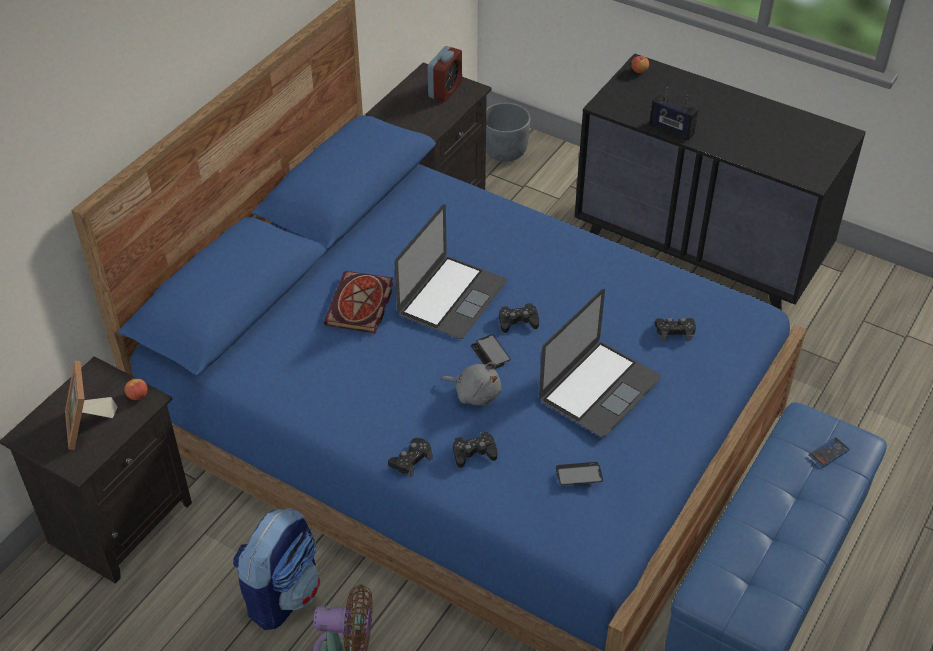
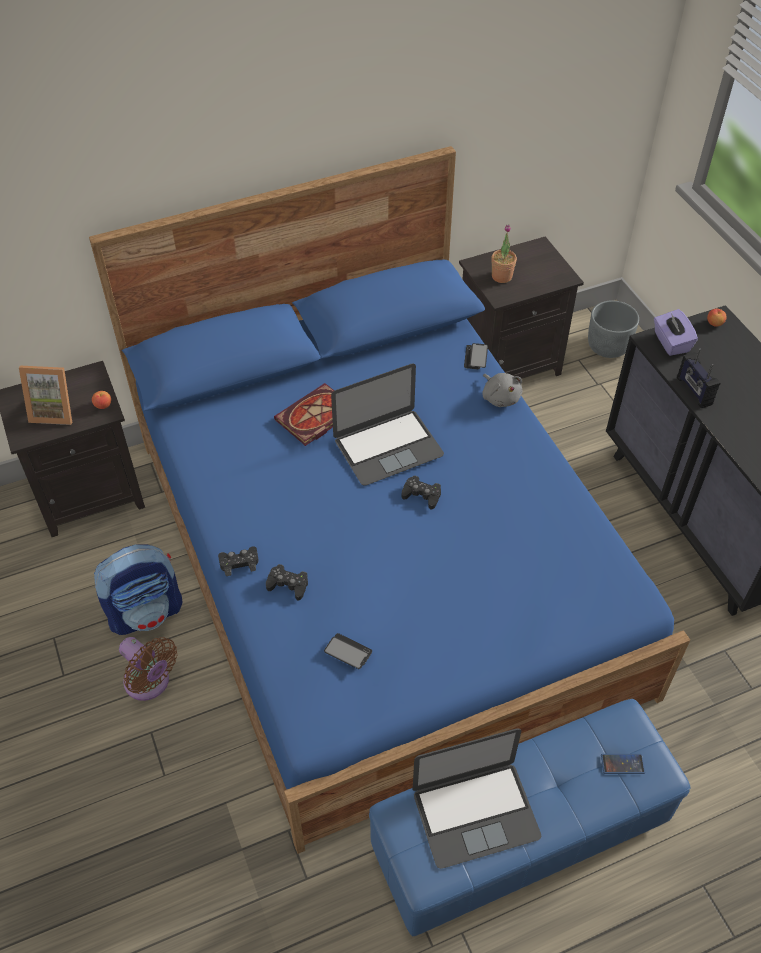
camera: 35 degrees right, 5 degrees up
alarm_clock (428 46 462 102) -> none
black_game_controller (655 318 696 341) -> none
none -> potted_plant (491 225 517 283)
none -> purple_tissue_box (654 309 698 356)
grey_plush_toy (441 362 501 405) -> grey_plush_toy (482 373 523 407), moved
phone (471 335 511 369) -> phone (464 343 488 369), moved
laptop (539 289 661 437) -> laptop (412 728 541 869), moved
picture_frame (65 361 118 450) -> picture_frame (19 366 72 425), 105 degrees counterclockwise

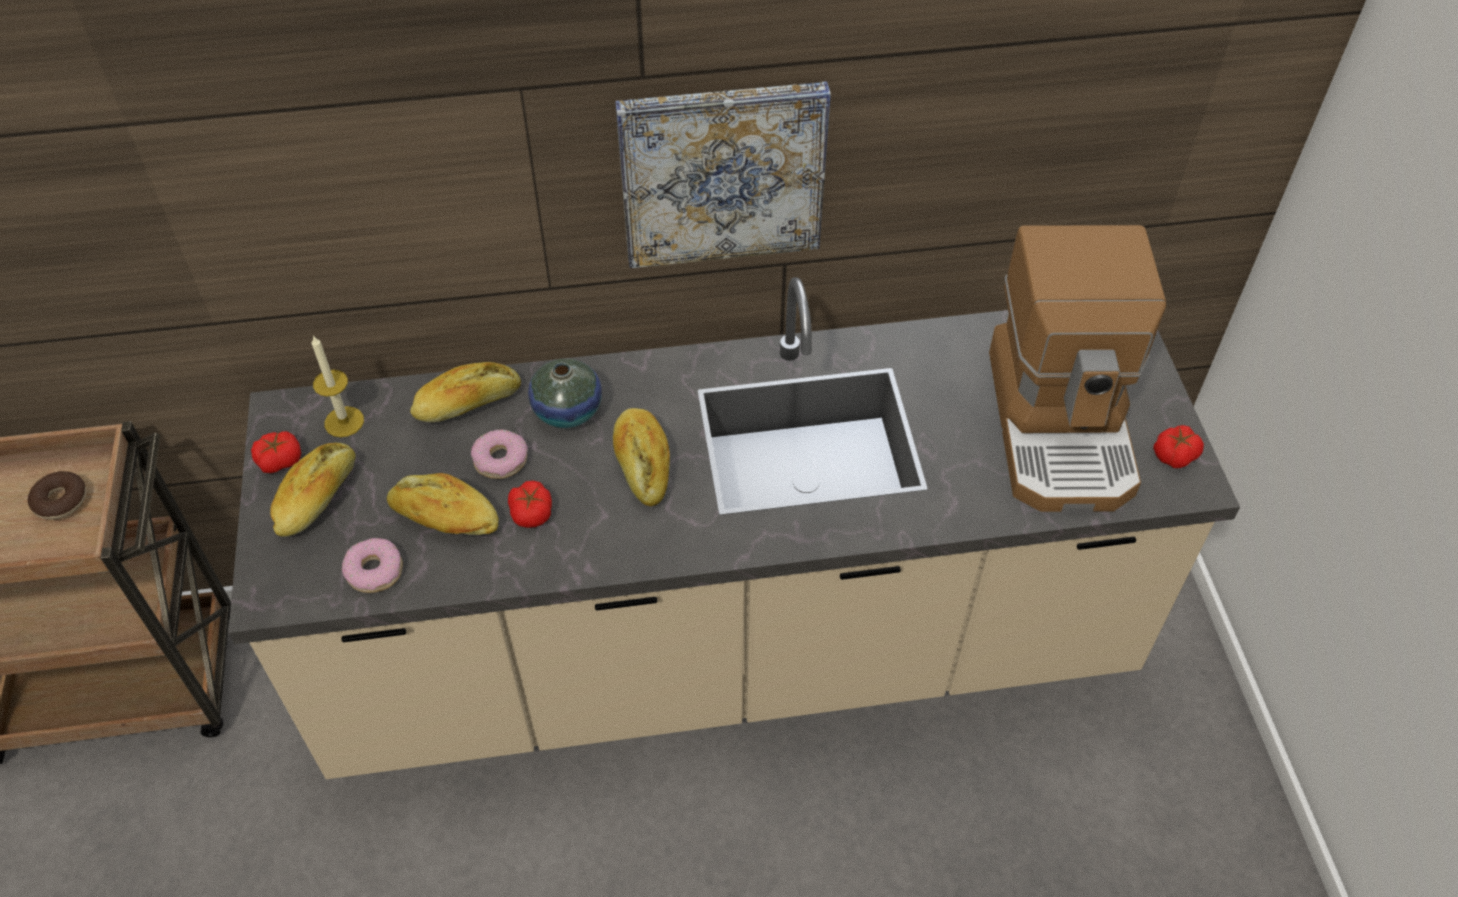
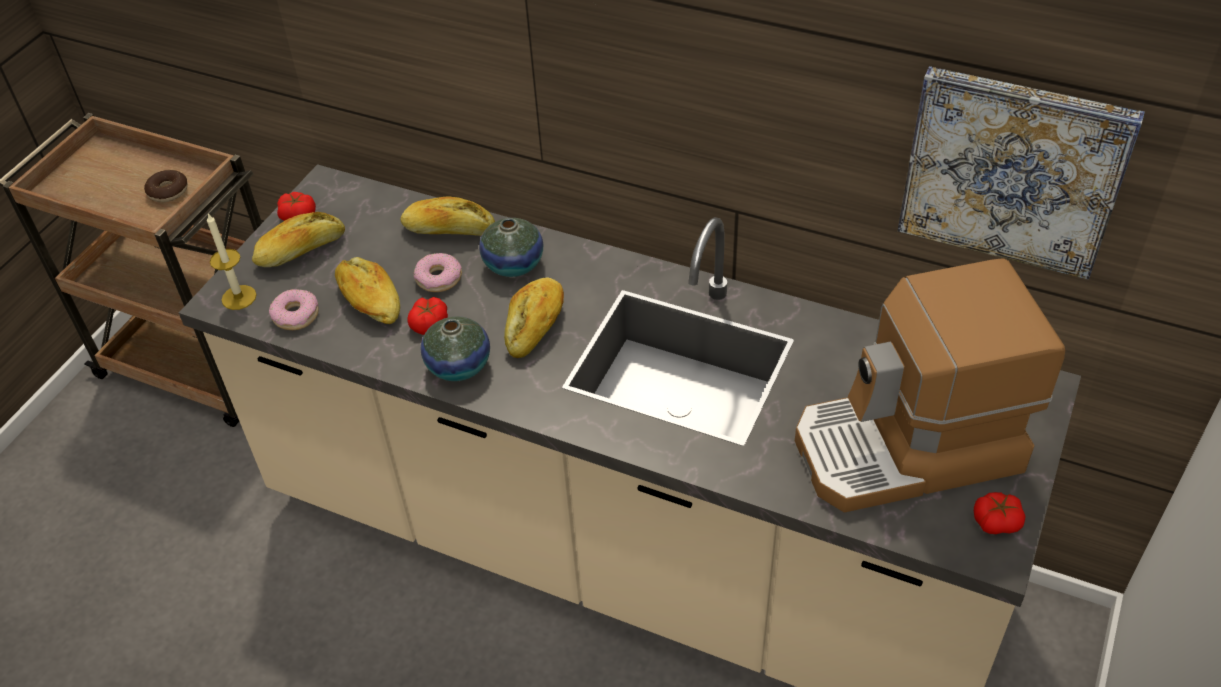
camera: 35 degrees right, 5 degrees down
none -> vase (421 316 490 381)
candle (312 335 364 437) -> candle (207 213 257 310), moved
picture (615 81 831 268) -> picture (898 66 1145 280), moved
coffee_machine (989 225 1166 512) -> coffee_machine (795 258 1065 512), 45 degrees clockwise

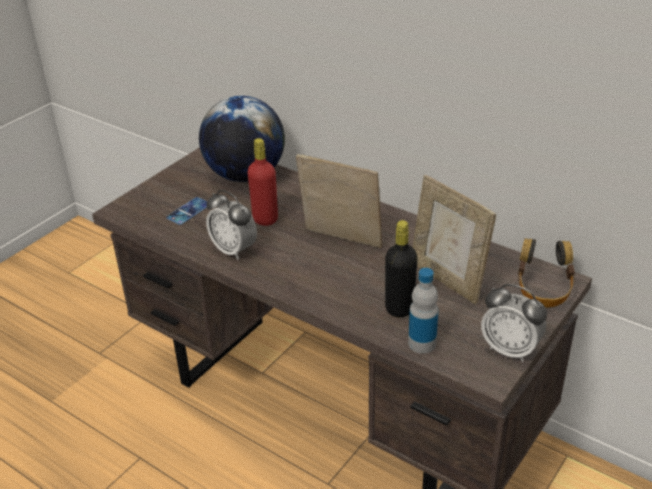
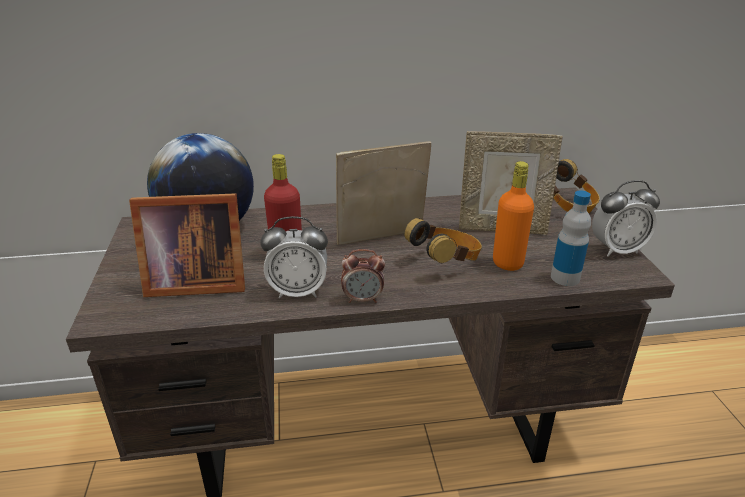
camera: 45 degrees left, 5 degrees down
none -> alarm_clock (341 249 385 303)
none -> headphones (404 218 482 263)
phone (166 197 208 225) -> picture_frame (129 193 245 297)
black_bottle (385 220 417 317) -> orange_bottle (493 161 534 271)

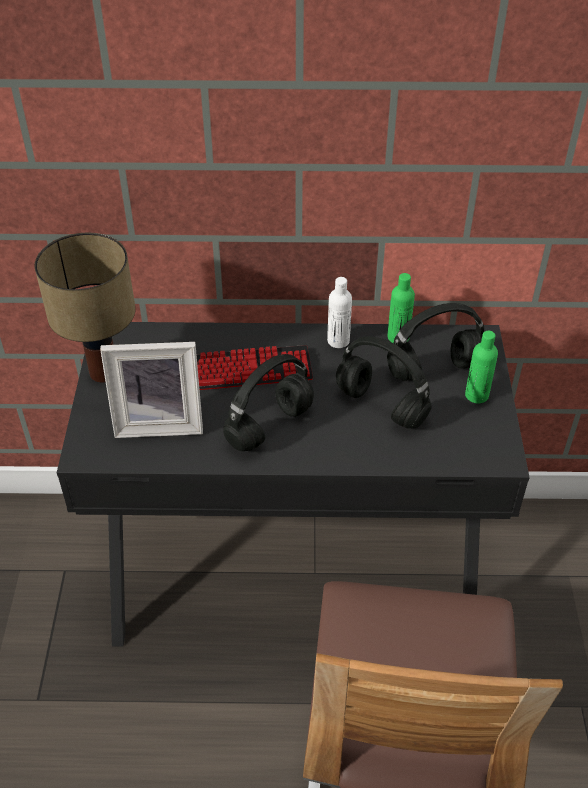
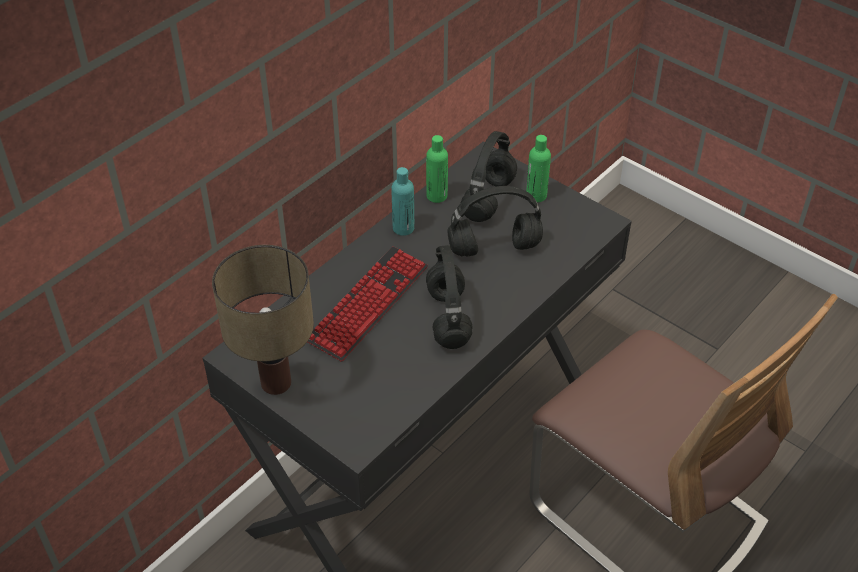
camera: 50 degrees left, 0 degrees up
picture_frame (100 342 203 438) -> none
white_bottle (327 277 352 348) -> turquoise_bottle (392 167 414 236)

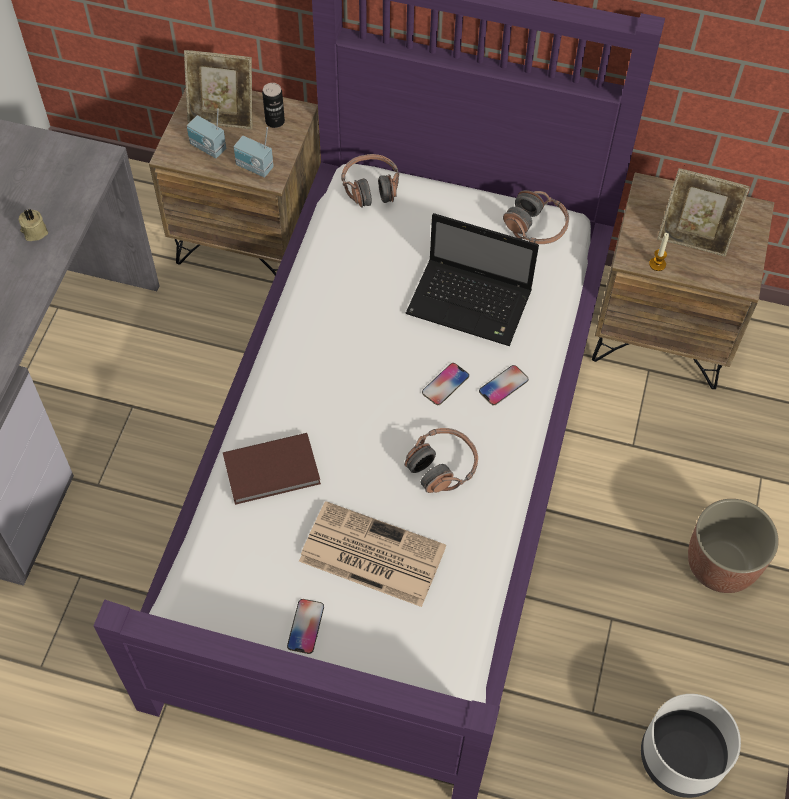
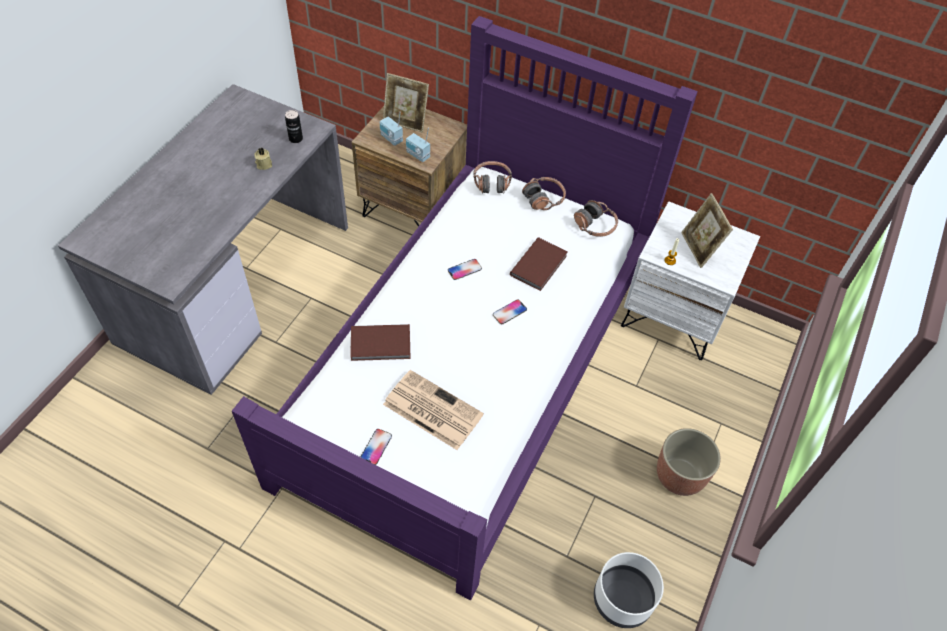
camera: 10 degrees right, 5 degrees down
can (262 83 285 128) -> can (285 110 303 143), moved
headphones (405 428 478 493) -> headphones (522 177 566 210), moved
phone (479 365 529 406) -> phone (448 259 482 280), moved
laptop (405 213 539 346) -> brown_book (510 237 568 291)
brown_nightstand (592 172 774 389) -> white_nightstand (621 202 760 360)
picture_frame (657 168 750 257) -> picture_frame (681 193 733 268), 45 degrees clockwise

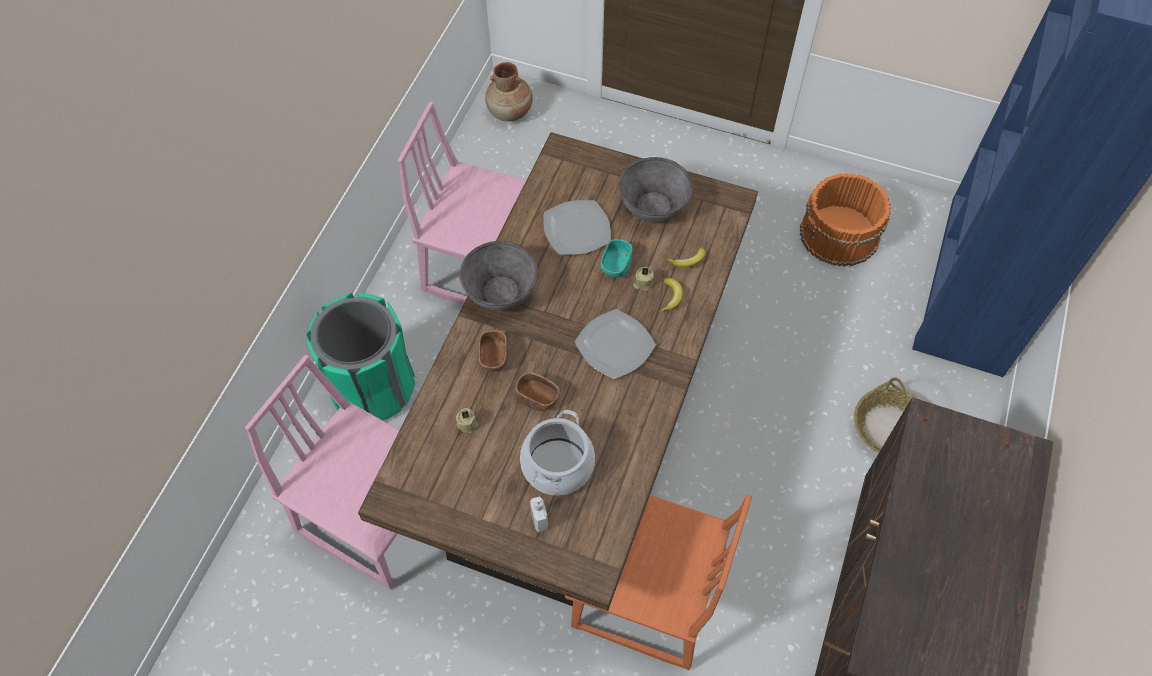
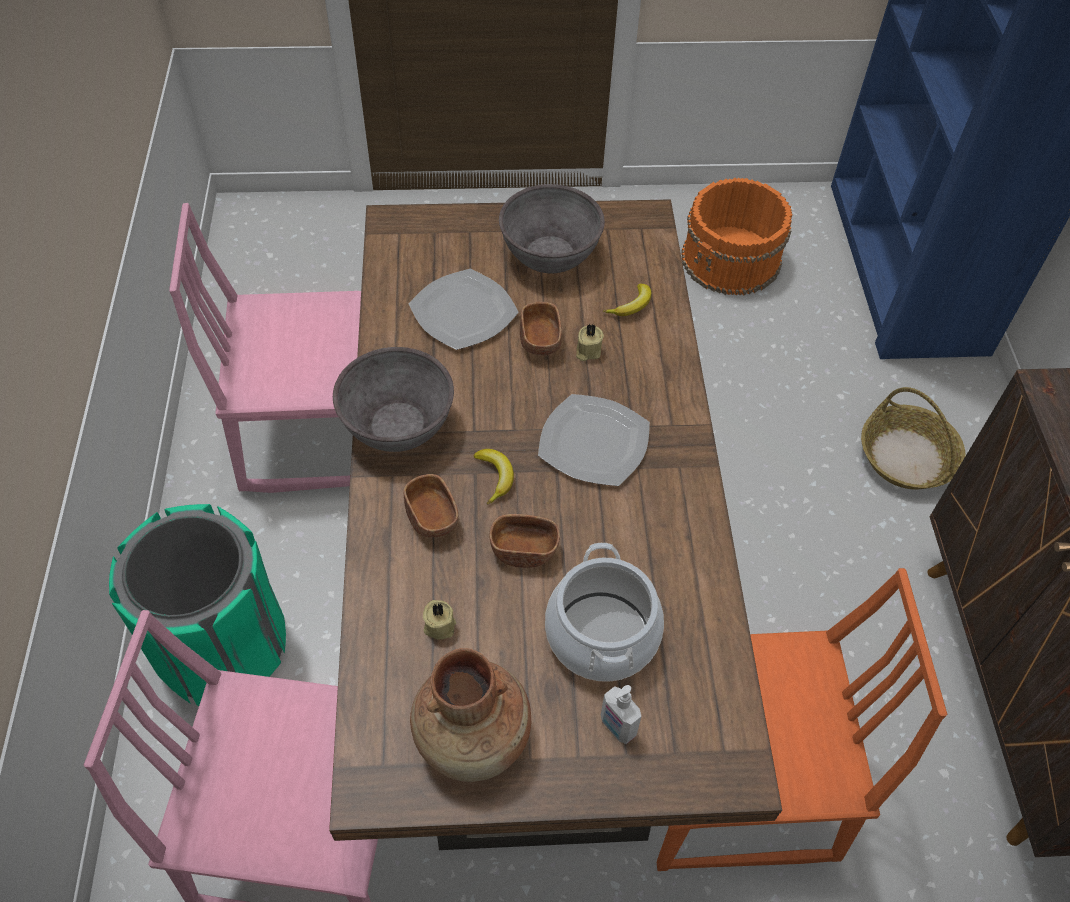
camera: 25 degrees left, 5 degrees down
brown_vase (485 62 533 121) -> brown_vase (410 648 531 782), moved
banana (659 278 683 312) -> banana (474 449 514 504), moved
turquoise_bowl (600 239 633 277) -> brown_bowl (520 302 562 356)

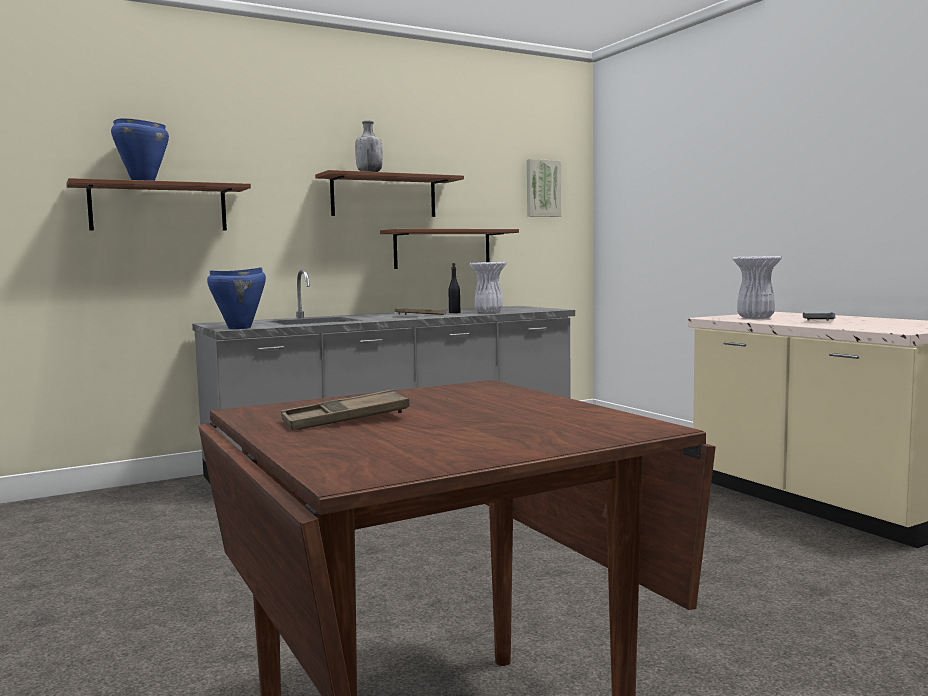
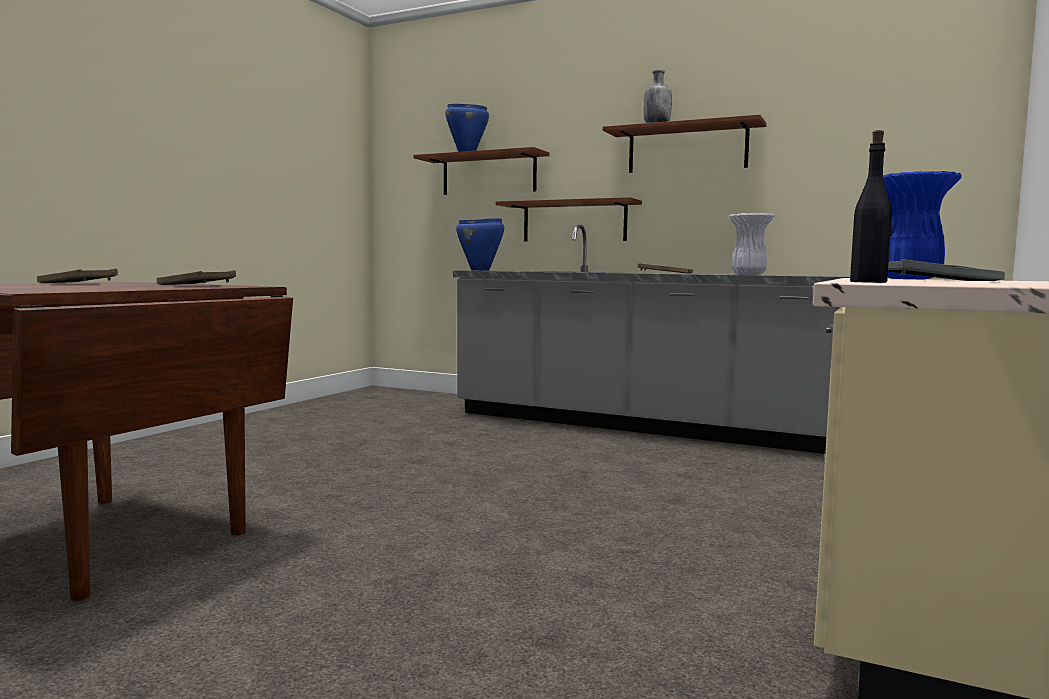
camera: 55 degrees right, 0 degrees up
picture (527 159 561 217) -> none
none -> brown_tray (157 270 236 285)
brown_shelf (380 229 519 269) -> brown_shelf (496 197 642 241), moved
black_bottle (448 263 460 313) -> black_bottle (850 130 892 283), moved
white_vase (732 256 782 319) -> blue_vase (883 171 962 279)

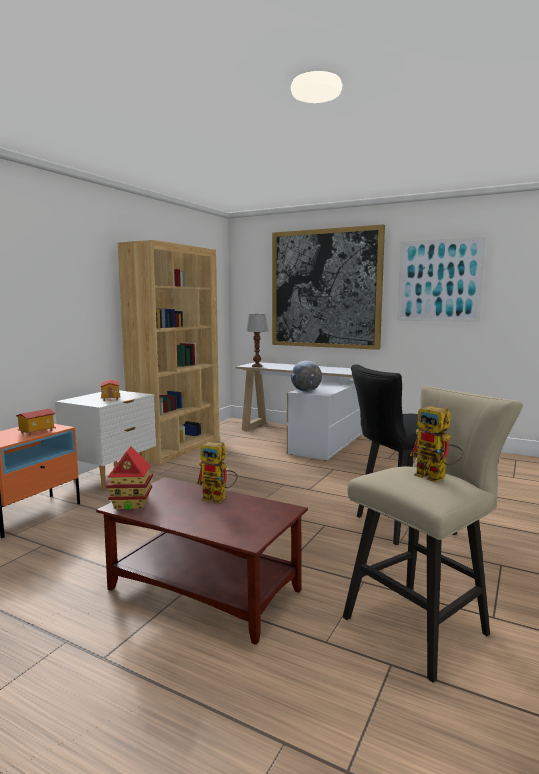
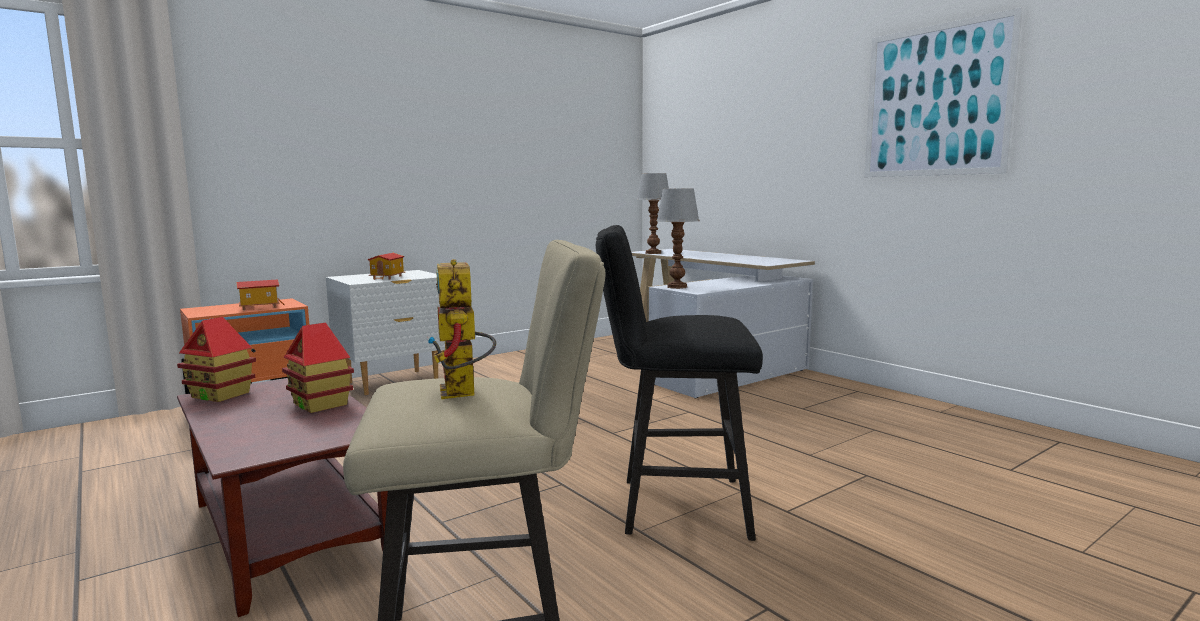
camera: 25 degrees right, 0 degrees up
brown_bookcase (118 240 219 465) -> none
picture (272 225 385 350) -> none
toy_robot (196 442 238 503) -> toy_house (282 323 354 413)
globe (291 361 322 392) -> table_lamp (657 188 700 289)

